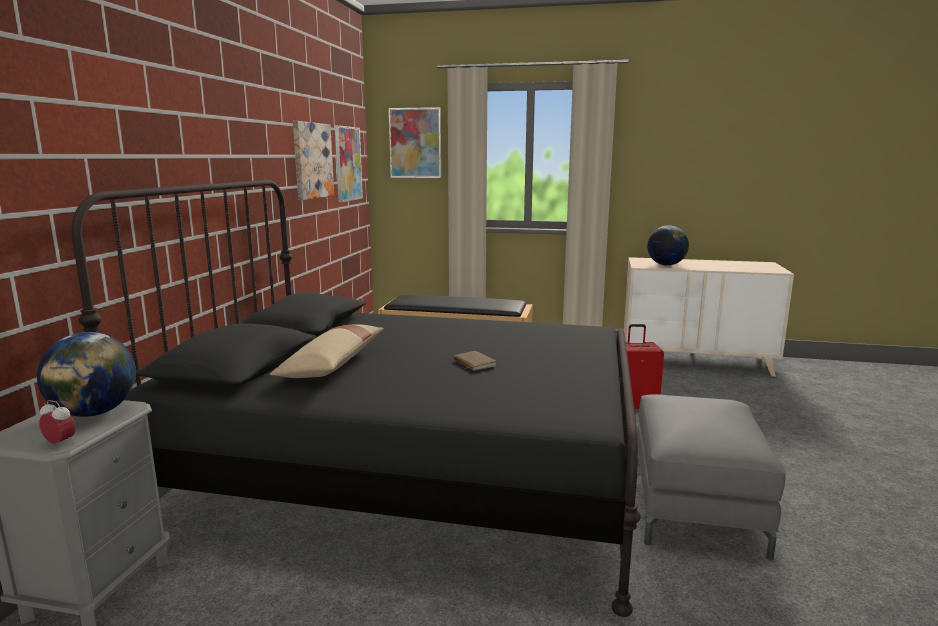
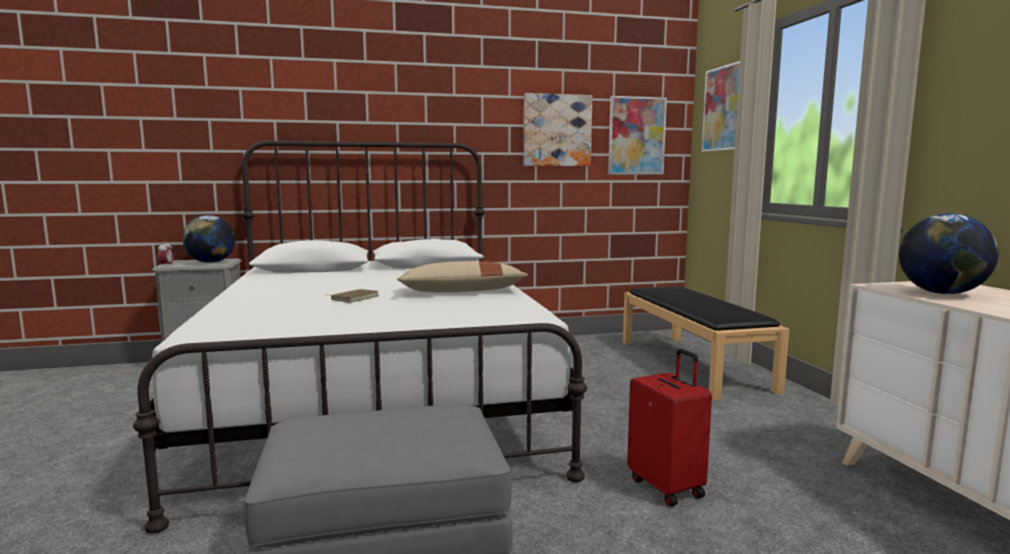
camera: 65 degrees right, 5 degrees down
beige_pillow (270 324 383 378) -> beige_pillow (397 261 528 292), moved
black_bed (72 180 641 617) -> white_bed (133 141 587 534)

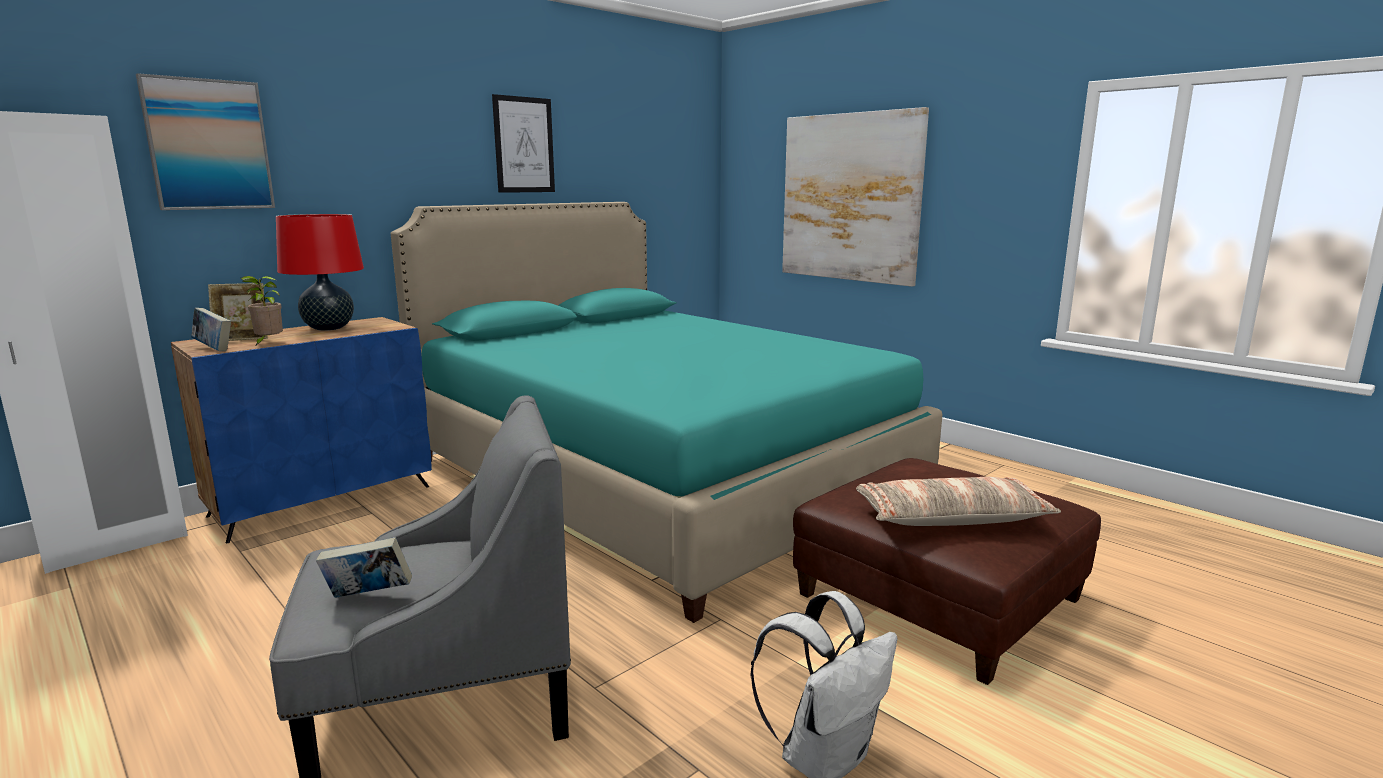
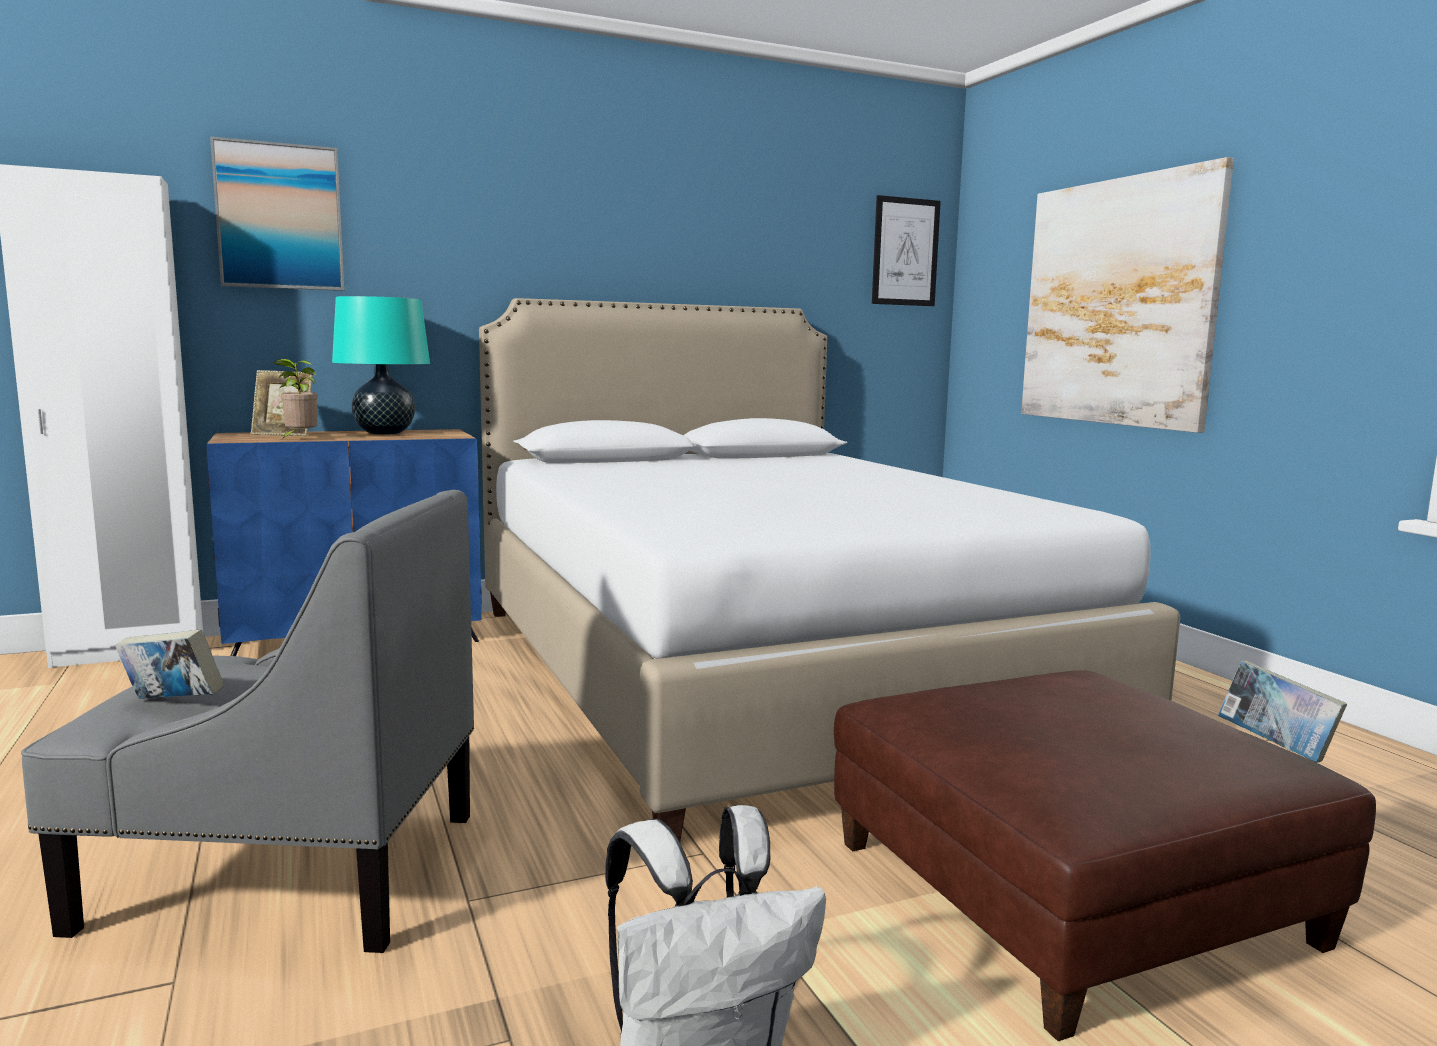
camera: 20 degrees right, 5 degrees down
pillow (856 477 1061 526) -> none
book (191 308 231 351) -> book (1218 661 1347 763), moved
picture (492 94 555 193) -> picture (872 195 941 306), moved
red_table_lamp (276 214 364 331) -> turquoise_table_lamp (332 296 430 435)
turquoise_bed (391 202 942 623) -> white_bed (479 298 1180 841)

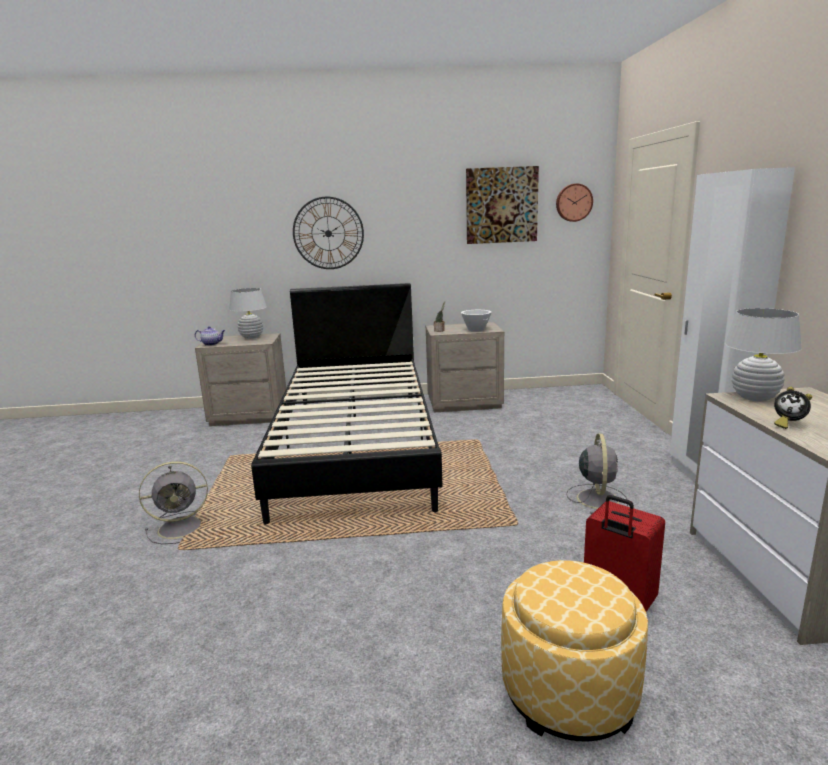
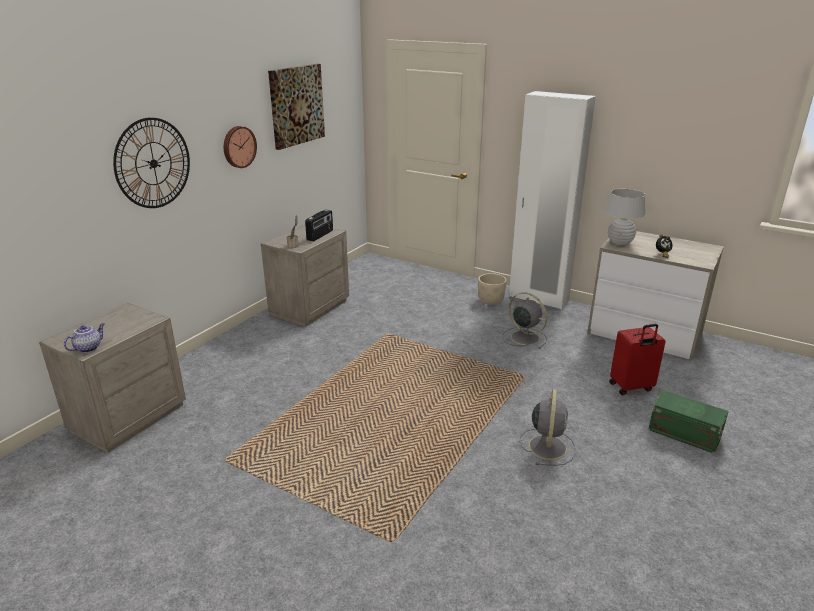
camera: 55 degrees left, 10 degrees up
white_table_lamp (229 288 267 339) -> none
black_bed (251 283 442 524) -> none
none -> beige_planter (478 273 506 305)
grey_fan (139 461 208 544) -> grey_fan (520 389 575 466), moved
wall_clock (556 183 593 222) -> wall_clock (224 126 257 168), moved
white_bowl (461 310 491 332) -> radio (305 209 333 241)
ottoman (501 560 648 742) -> green_storage_box (648 390 729 454)

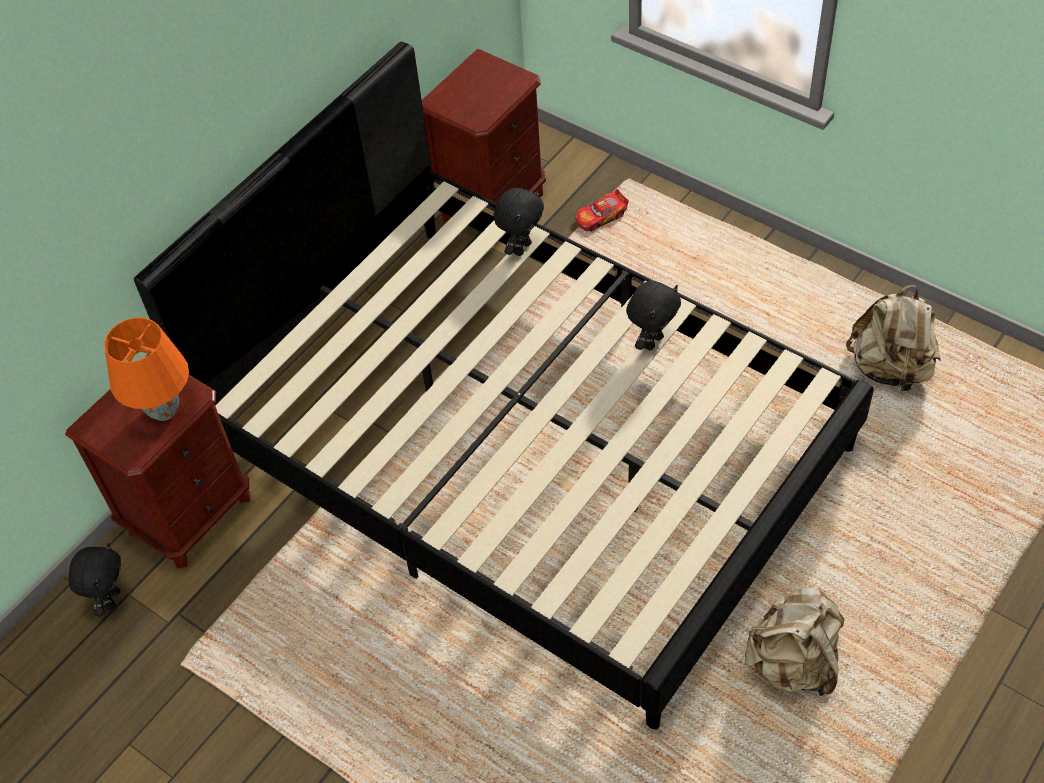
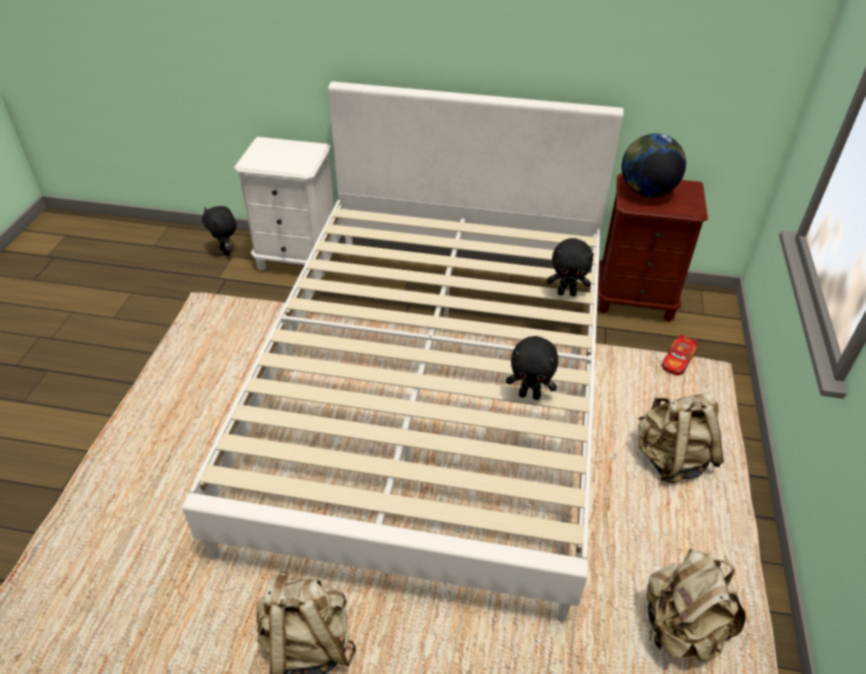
camera: 60 degrees right, 10 degrees down
orange_table_lamp (104 317 189 421) -> none
none -> globe (622 134 686 197)
none -> beige_backpack (638 392 724 483)
brown_nightstand (65 354 250 568) -> white_nightstand (234 137 334 277)
black_bed (134 42 874 729) -> white_bed (182 81 624 622)
black_plush_toy (69 543 121 616) -> black_plush_toy (202 206 237 255), 75 degrees clockwise
toy_car (575 189 629 232) -> toy_car (662 334 697 375), 90 degrees counterclockwise

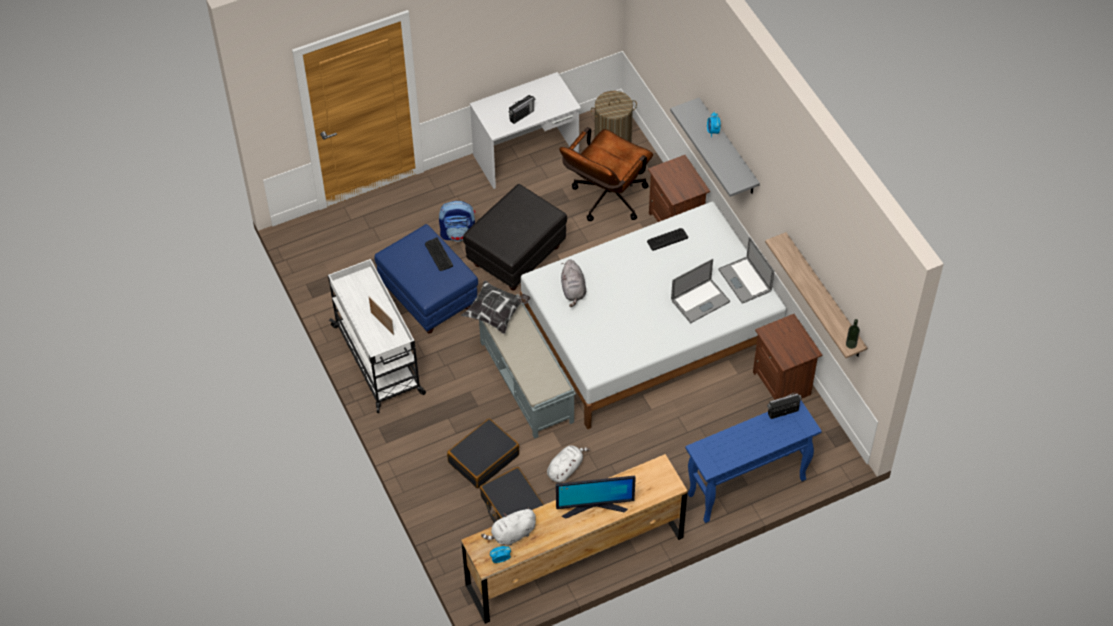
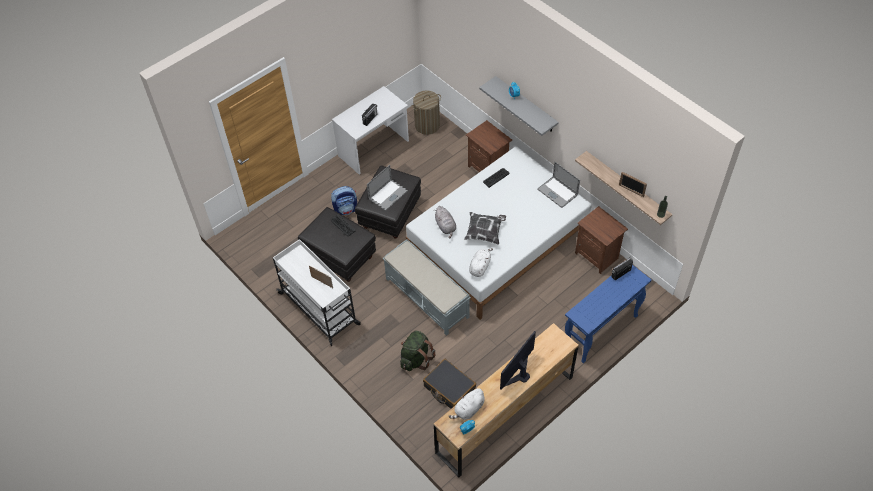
camera: 15 degrees left, 0 degrees up
brown_office_chair (559 127 653 221) -> none
none -> picture_frame (619 172 647 197)
pillow (461 281 530 334) -> pillow (464 212 506 245), moved
white_plush_toy (547 445 590 483) -> white_plush_toy (469 248 493 277), moved
laptop (671 259 730 323) -> laptop (367 165 408 211), moved
black_suitcase (447 418 519 488) -> green_backpack (400 331 436 371)
blue_ottoman (374 224 478 334) -> black_ottoman (298 207 376 282)
monitor (556 475 636 518) -> monitor (500 331 536 390), 150 degrees clockwise

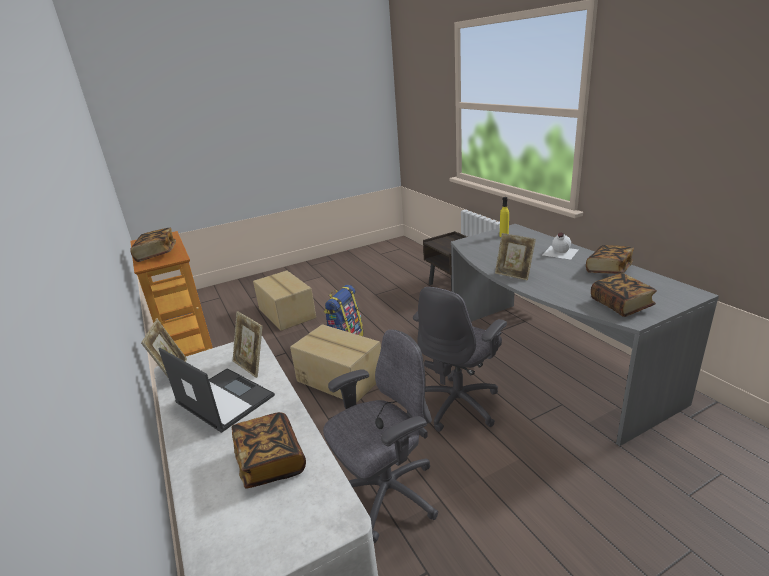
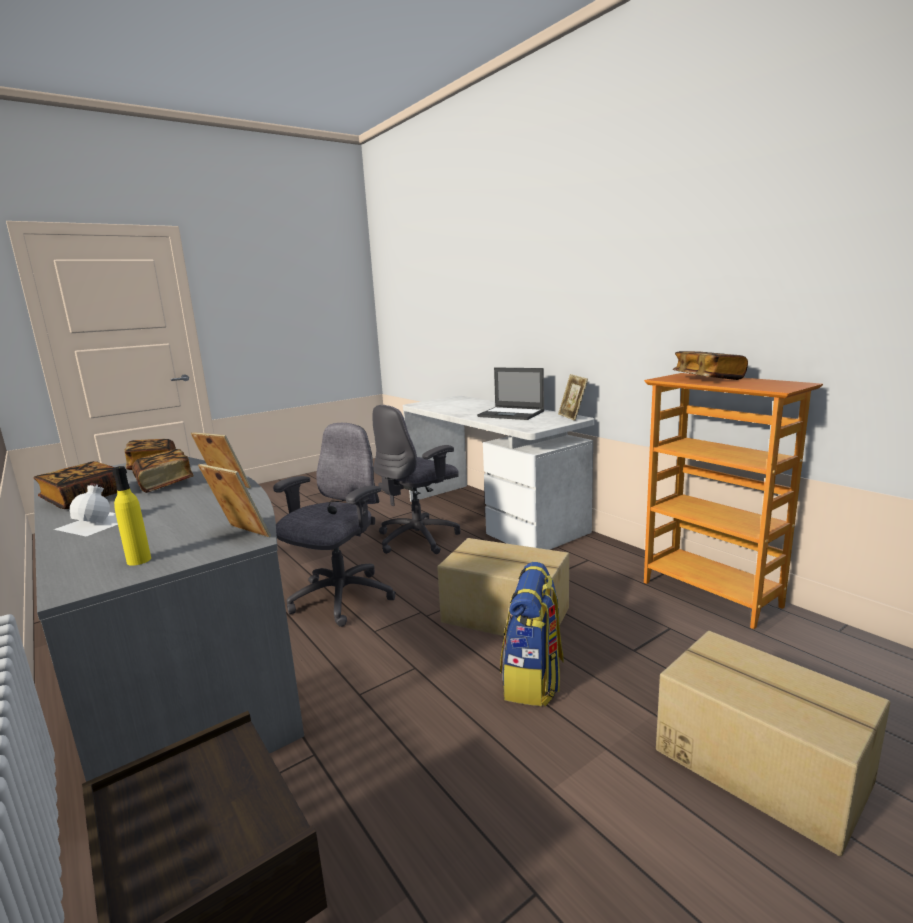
camera: 170 degrees right, 10 degrees down
picture_frame (232 311 262 378) -> picture_frame (198 464 271 537), moved
book (232 412 306 489) -> book (132 449 193 493), moved

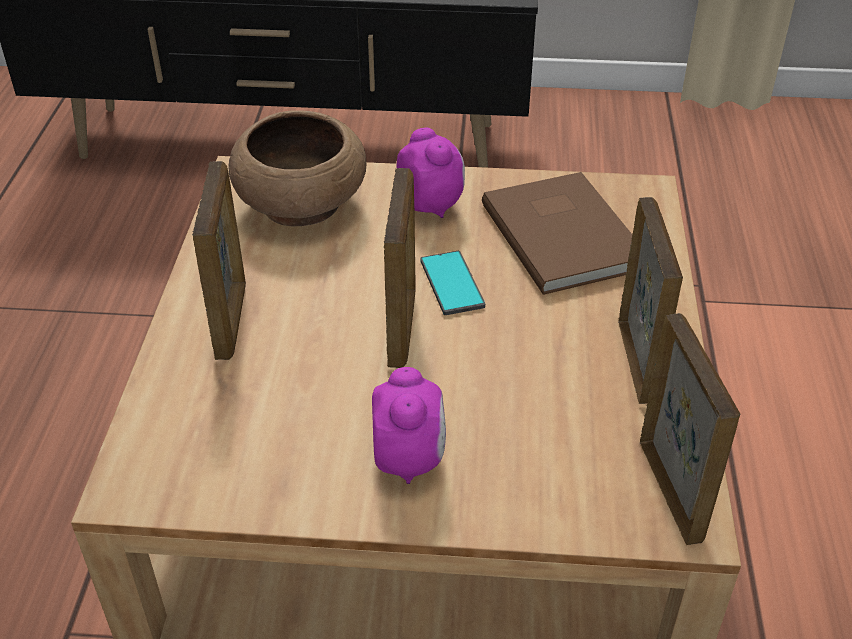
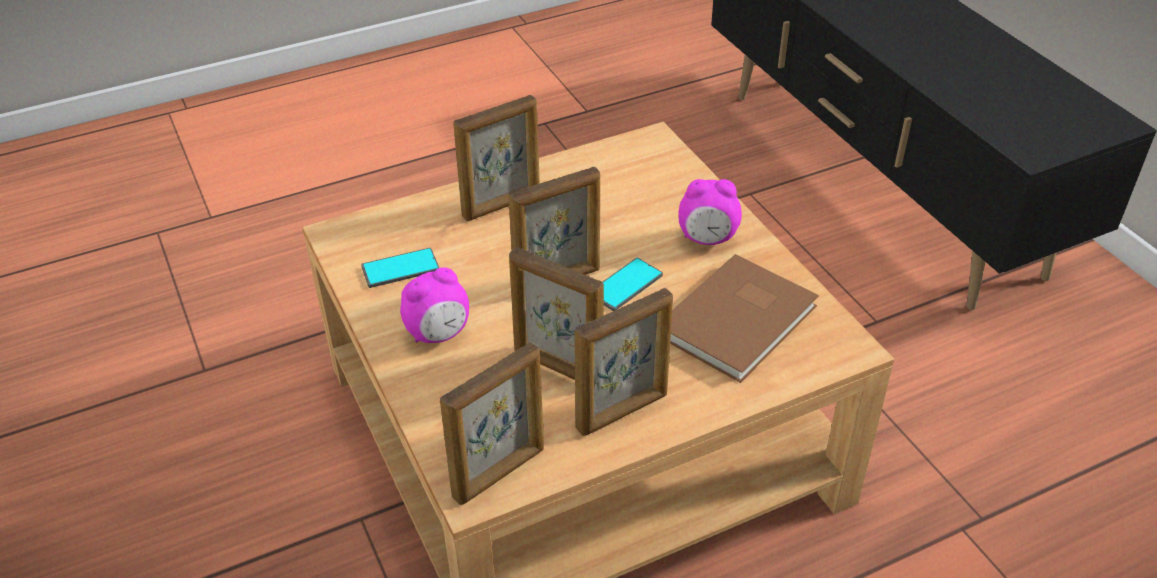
camera: 60 degrees right, 0 degrees up
brown_bowl (228 110 367 227) -> none
none -> phone (361 248 439 288)
none -> picture_frame (509 247 604 380)
alarm_clock (396 128 465 218) -> alarm_clock (678 179 742 245), 60 degrees clockwise

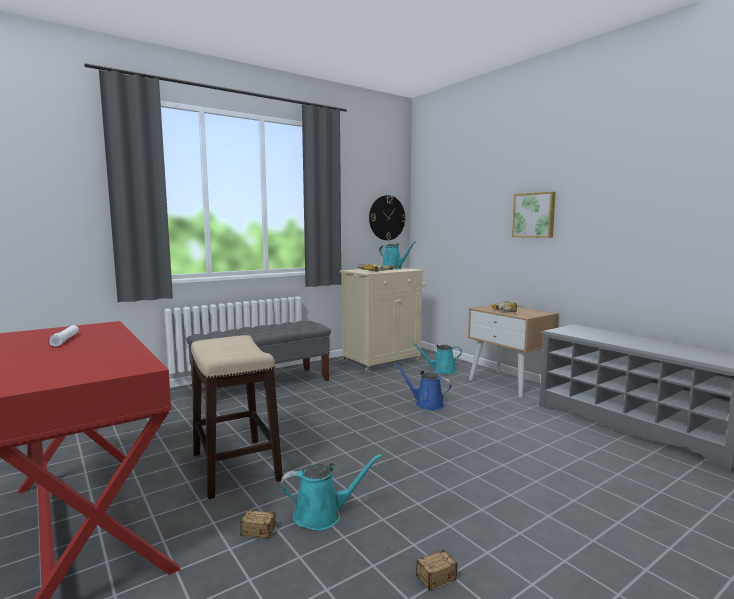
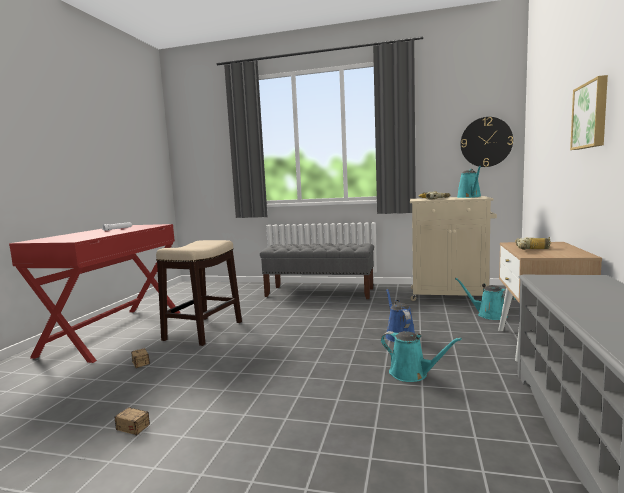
camera: 50 degrees right, 0 degrees up
turquoise_watering_can (281 454 382 530) -> turquoise_watering_can (381 331 462 382), moved

